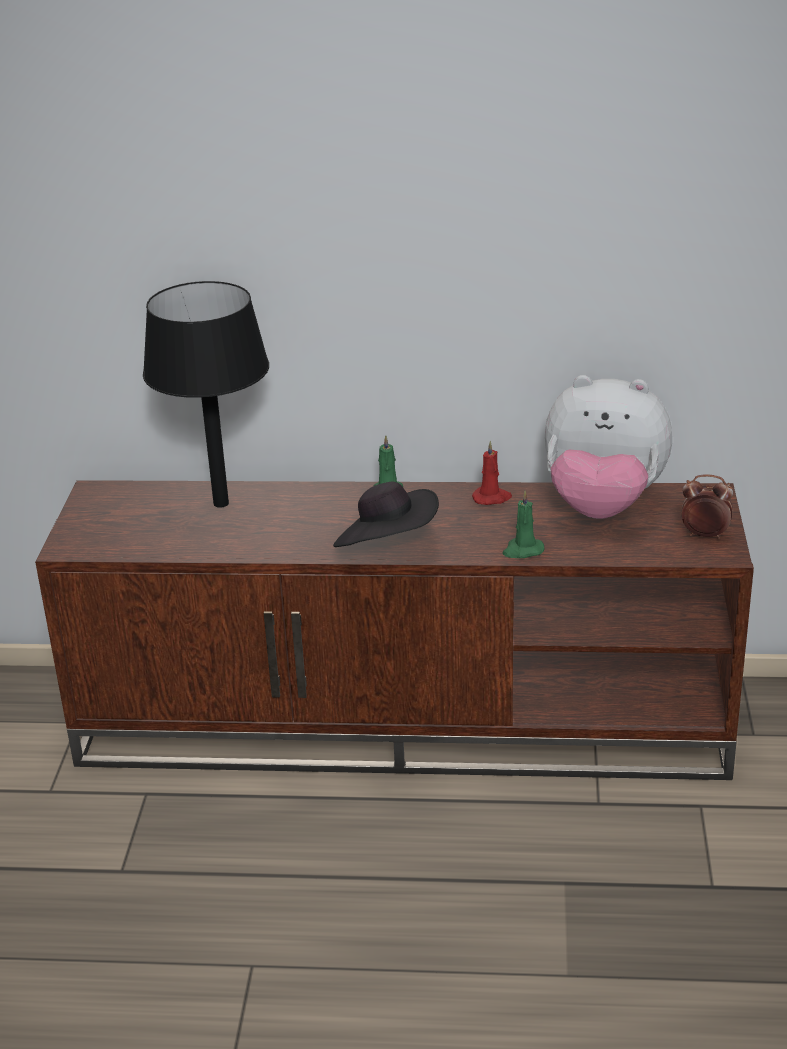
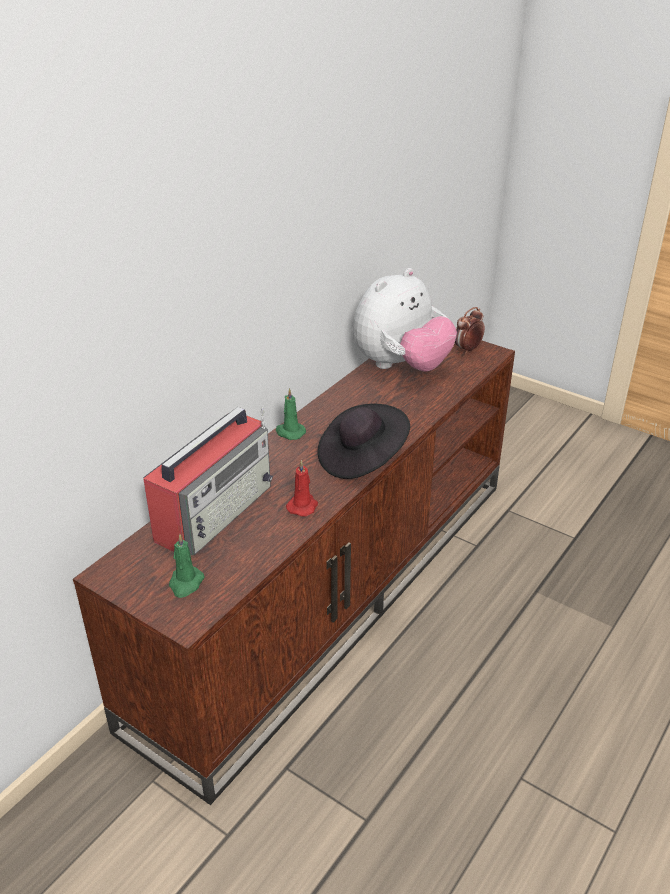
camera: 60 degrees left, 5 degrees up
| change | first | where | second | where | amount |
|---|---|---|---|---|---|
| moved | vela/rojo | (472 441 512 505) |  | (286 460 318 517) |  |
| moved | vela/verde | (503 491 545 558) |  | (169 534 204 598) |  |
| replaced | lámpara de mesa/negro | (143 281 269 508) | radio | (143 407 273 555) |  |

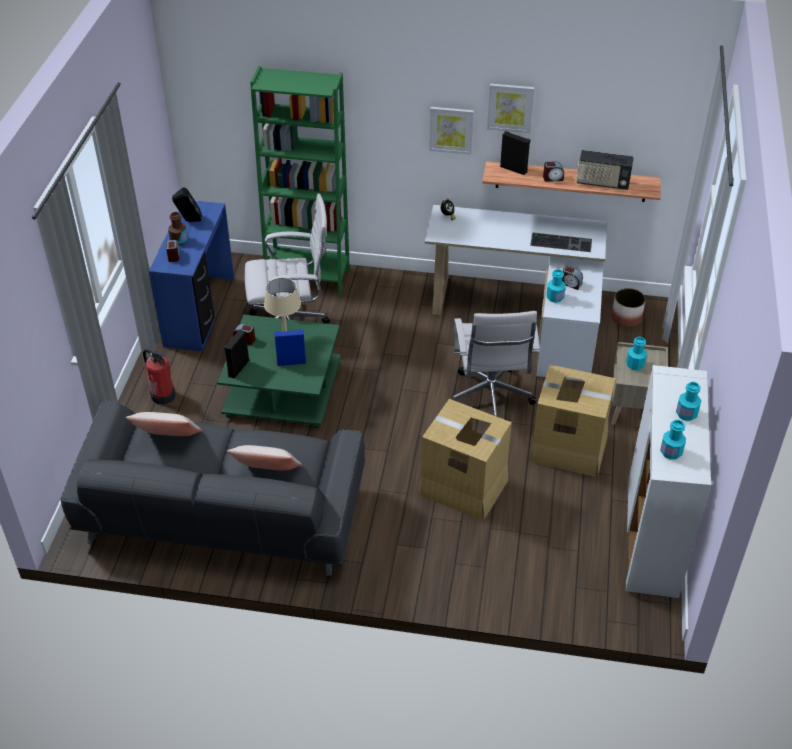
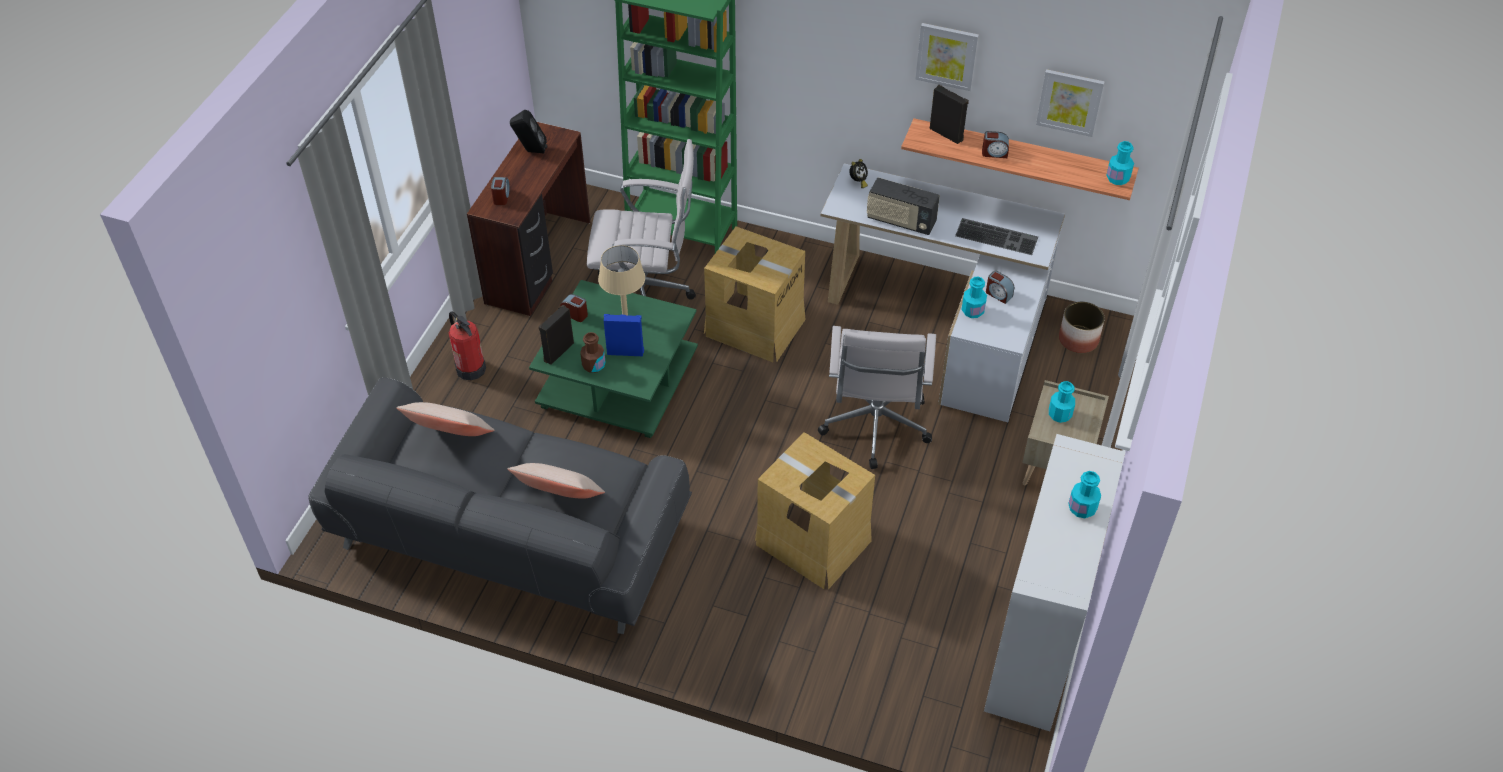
camera: 10 degrees right, 5 degrees up
| change | first | where | second | where | amount |
|---|---|---|---|---|---|
| moved | botella/marrón | (168 212 188 245) |  | (580 332 606 373) |  |
| moved | cuadro | (429 107 474 155) |  | (1036 69 1105 137) |  |
| moved | caja de cartón | (529 365 616 477) |  | (704 226 806 362) |  |
| moved | radio | (576 150 634 190) |  | (867 177 940 235) |  |
| moved | botella/turquesa | (660 420 686 459) |  | (1107 141 1134 185) |  |
| recoloured | escritorio/azul | (149 201 234 352) | escritorio/marrón | (467 122 590 316) |  |

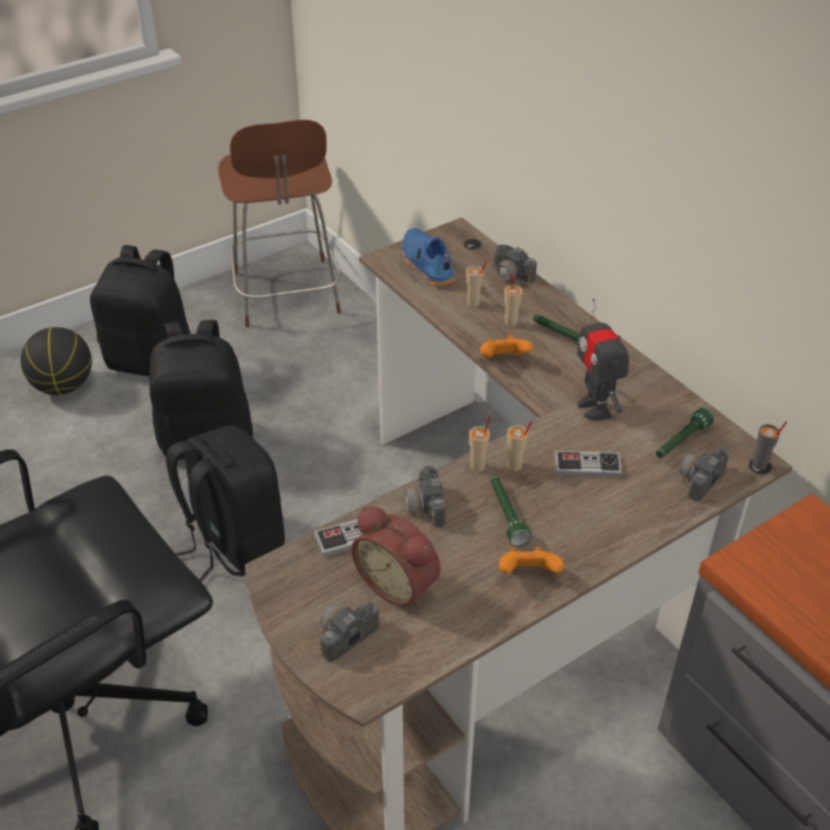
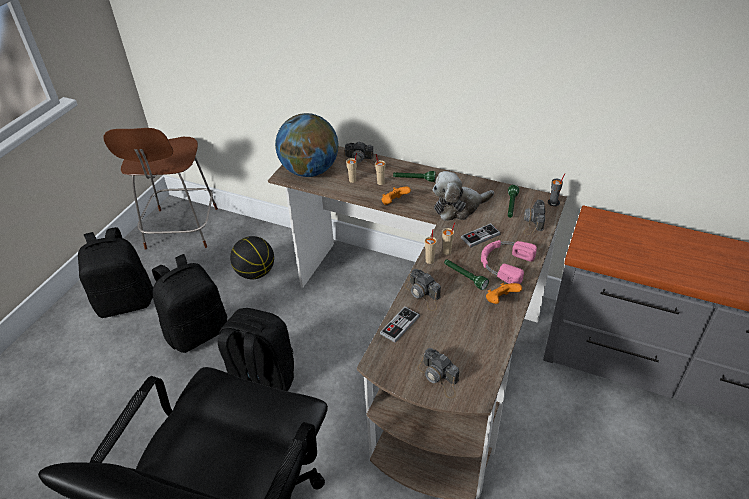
camera: 30 degrees left, 0 degrees up
| change | first | where | second | where | amount |
|---|---|---|---|---|---|
| removed | despertador | (351 506 441 608) |  |  |  |
| added |  |  | auriculares/rosa | (481 240 537 284) |  |
| moved | balón de baloncesto | (21 327 92 395) |  | (230 236 274 279) |  |
| replaced | zapato/azul | (402 228 455 286) | globo terráqueo | (275 113 338 177) |  |
| replaced | robot de juguete | (577 299 629 421) | peluche | (433 171 494 221) |  |
| turned | silla/marrón | (218 120 341 327) |  | (103 128 218 250) | 45 degrees clockwise |
| turned | cámara | (295 601 379 662) |  | (417 348 459 399) | 60 degrees counterclockwise |

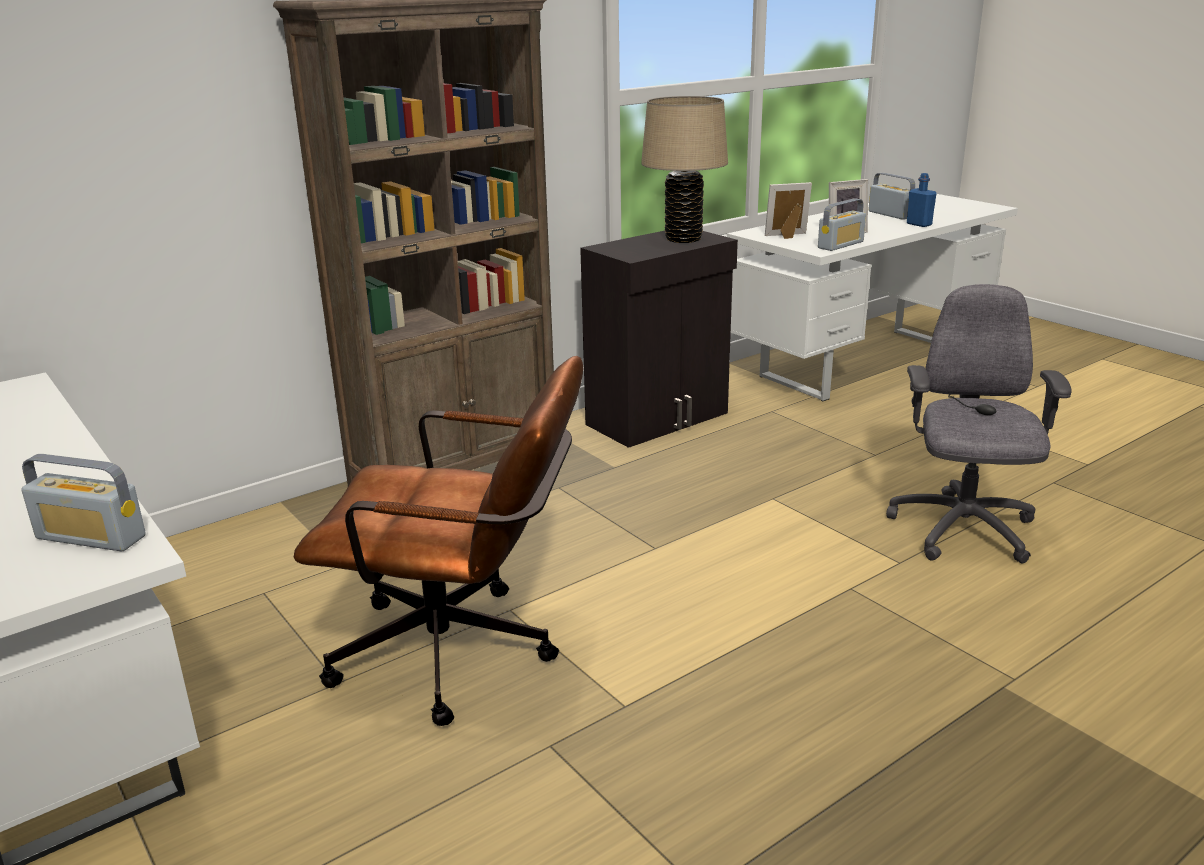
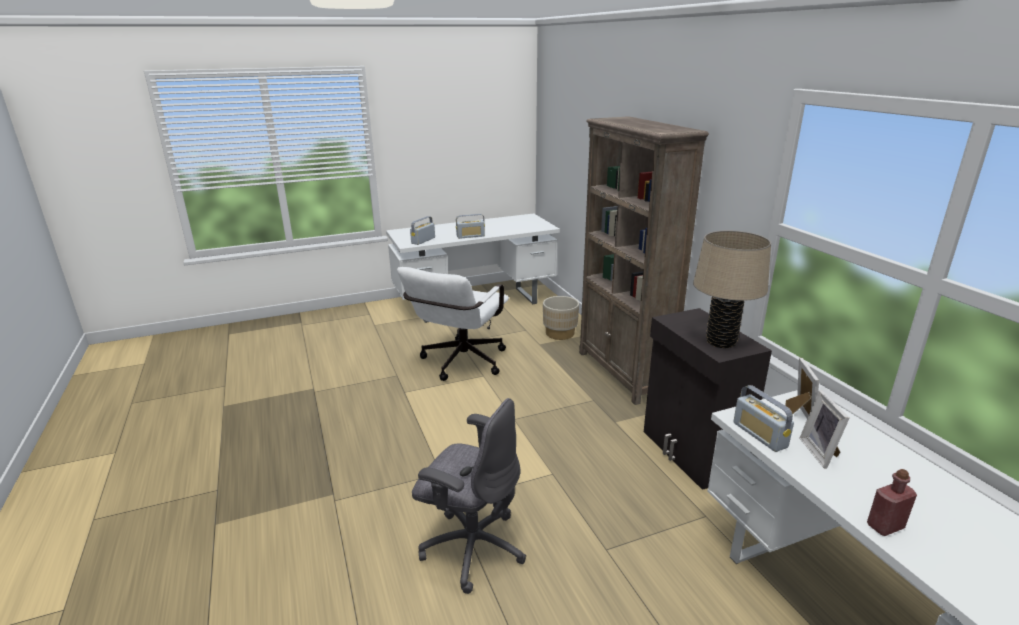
camera: 105 degrees right, 0 degrees up
| change | first | where | second | where | amount |
|---|---|---|---|---|---|
| added |  |  | maceta/beis | (543 296 579 340) |  |
| moved | radio | (868 173 915 220) |  | (456 214 485 239) |  |
| recoloured | silla de oficina/marrón | (294 356 583 726) | silla de oficina/blanco | (397 267 509 381) |  |
| recoloured | botella/azul | (907 173 937 227) | botella/rojo | (867 469 917 536) |  |

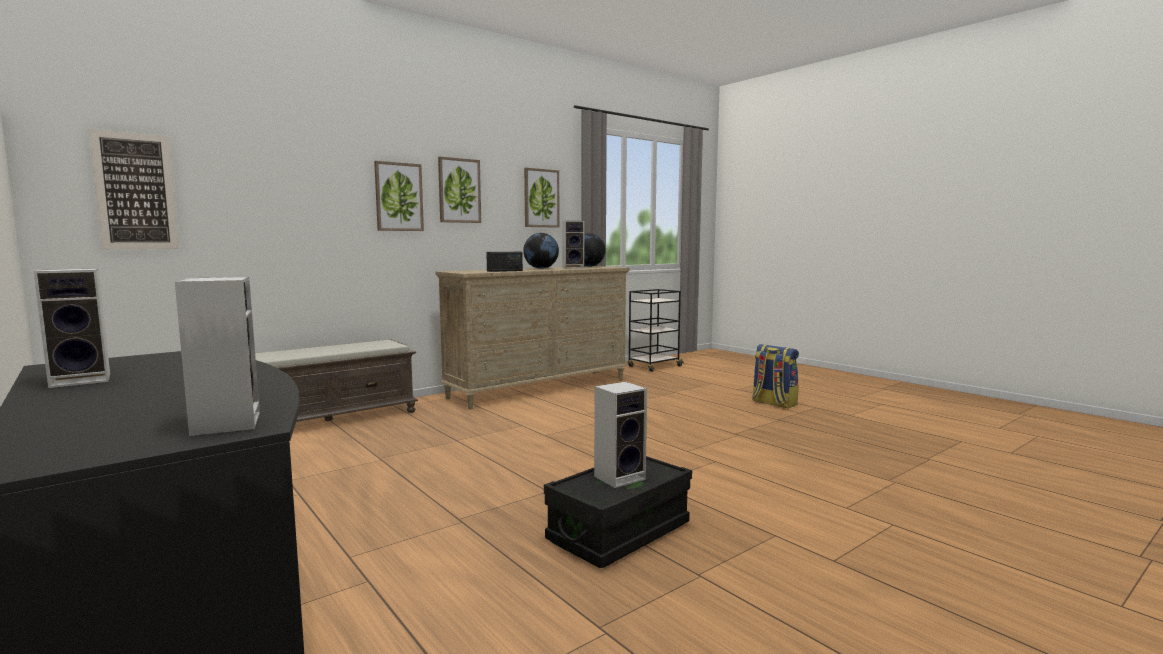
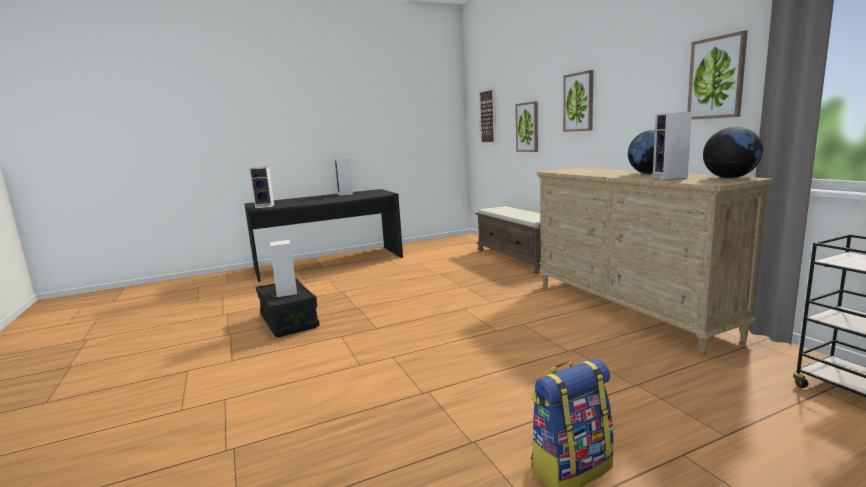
camera: 105 degrees right, 5 degrees up
| change | first | where | second | where | amount |
|---|---|---|---|---|---|
| removed | radio | (486 252 523 272) |  |  |  |
| moved | cuadro | (438 157 481 223) |  | (515 101 538 152) |  |

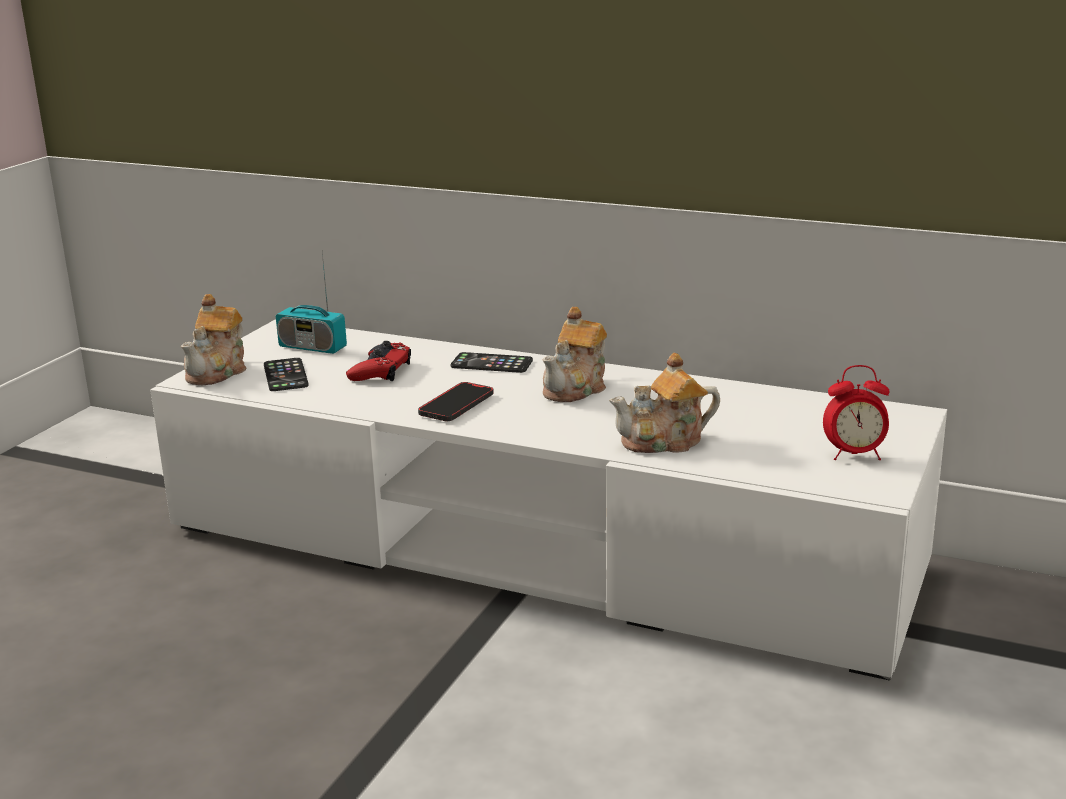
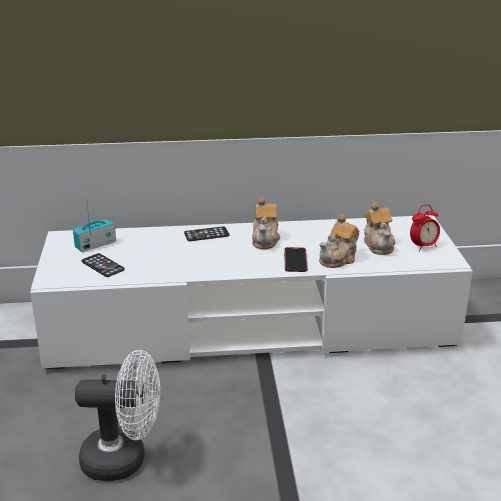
camera: 30 degrees left, 5 degrees up
| change | first | where | second | where | amount |
|---|---|---|---|---|---|
| removed | mando de consola/rojo | (346 341 411 381) |  |  |  |
| added |  |  | ventilador/blanco | (75 350 160 481) |  |
| moved | tetera | (181 294 247 385) |  | (364 202 396 255) |  |
| moved | móvil | (418 382 494 421) |  | (284 247 308 272) |  |
| turned | radio | (276 253 347 354) |  | (73 197 116 252) | 150 degrees clockwise |

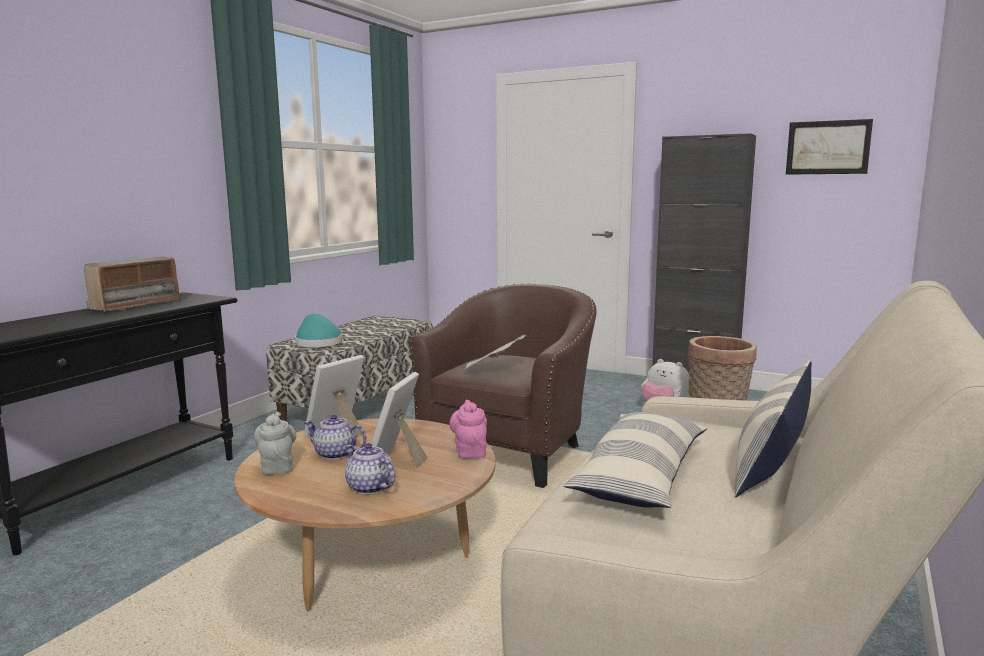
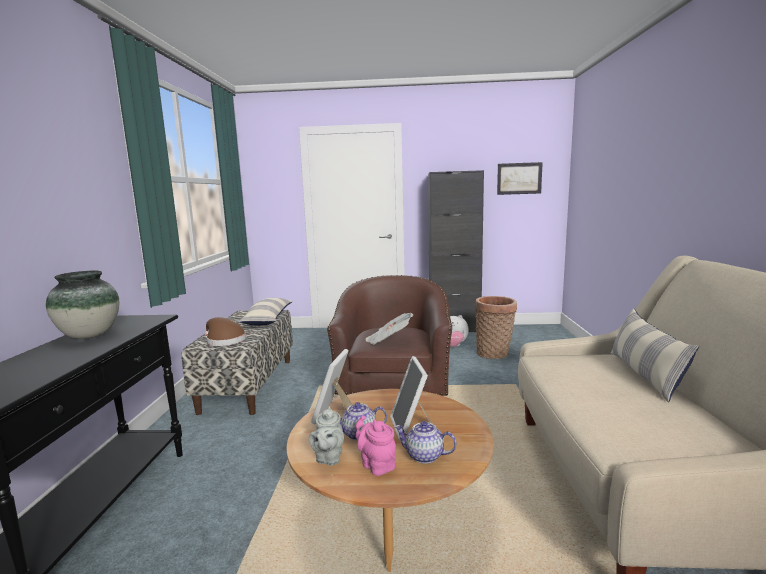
camera: 25 degrees left, 0 degrees up
| change | first | where | second | where | amount |
|---|---|---|---|---|---|
| moved | tetera/rosa | (449 400 487 459) |  | (356 415 396 476) |  |
| moved | cojín | (564 412 707 508) |  | (238 298 293 326) |  |
| replaced | radio | (84 257 182 312) | florero | (46 271 119 339) |  |
| recoloured | sombrero/turquesa | (295 314 342 347) | sombrero/marrón | (204 317 246 346) |  |
| turned | tetera/gris | (254 412 296 475) |  | (309 406 344 466) | 135 degrees counterclockwise |

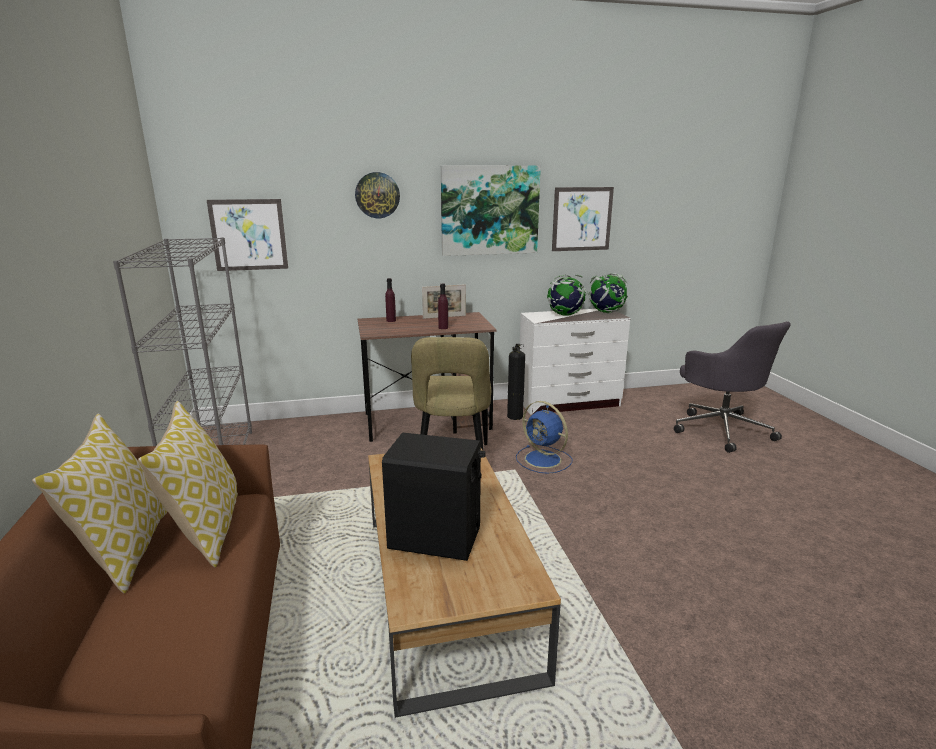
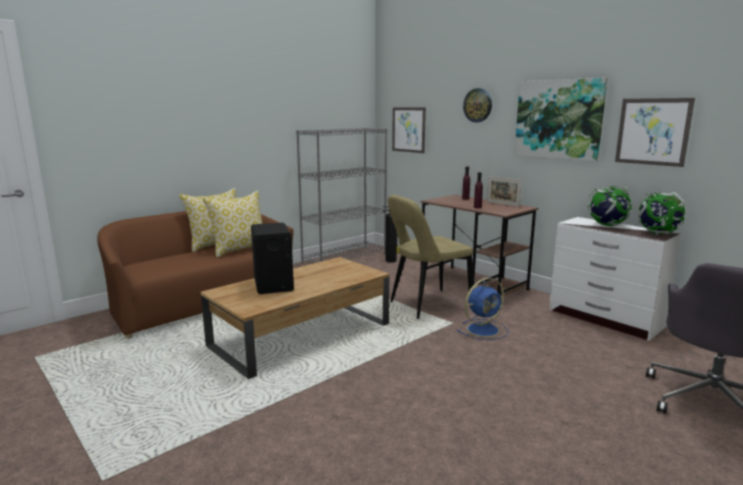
camera: 60 degrees right, 5 degrees down
| change | first | where | second | where | amount |
|---|---|---|---|---|---|
| moved | extintor | (507 344 525 420) |  | (383 206 399 263) |  |
| turned | ventilador/azul | (516 401 572 474) |  | (458 278 509 340) | 135 degrees counterclockwise |

